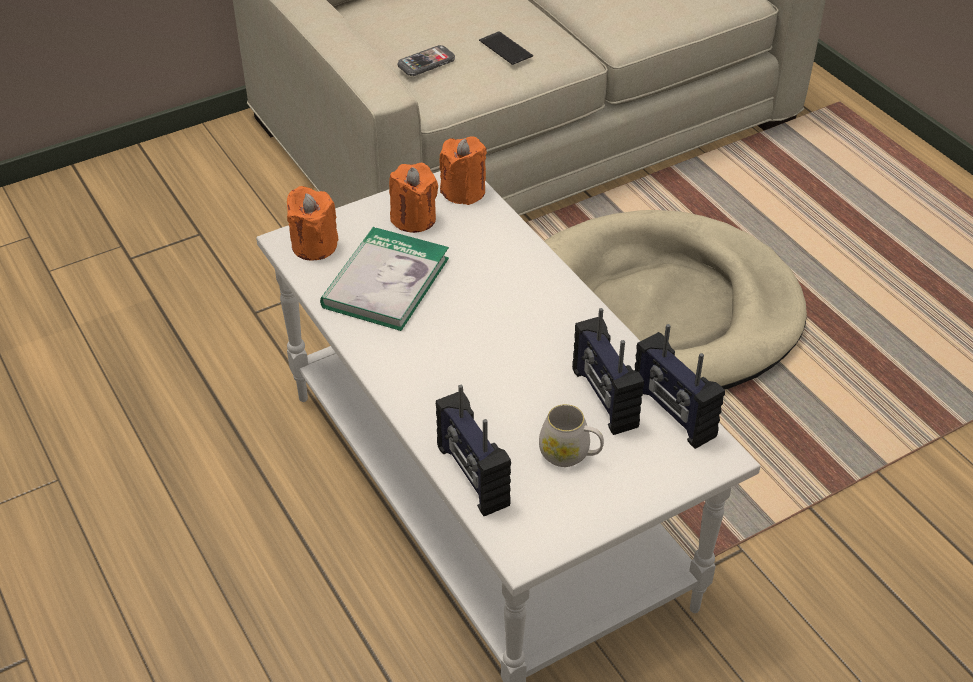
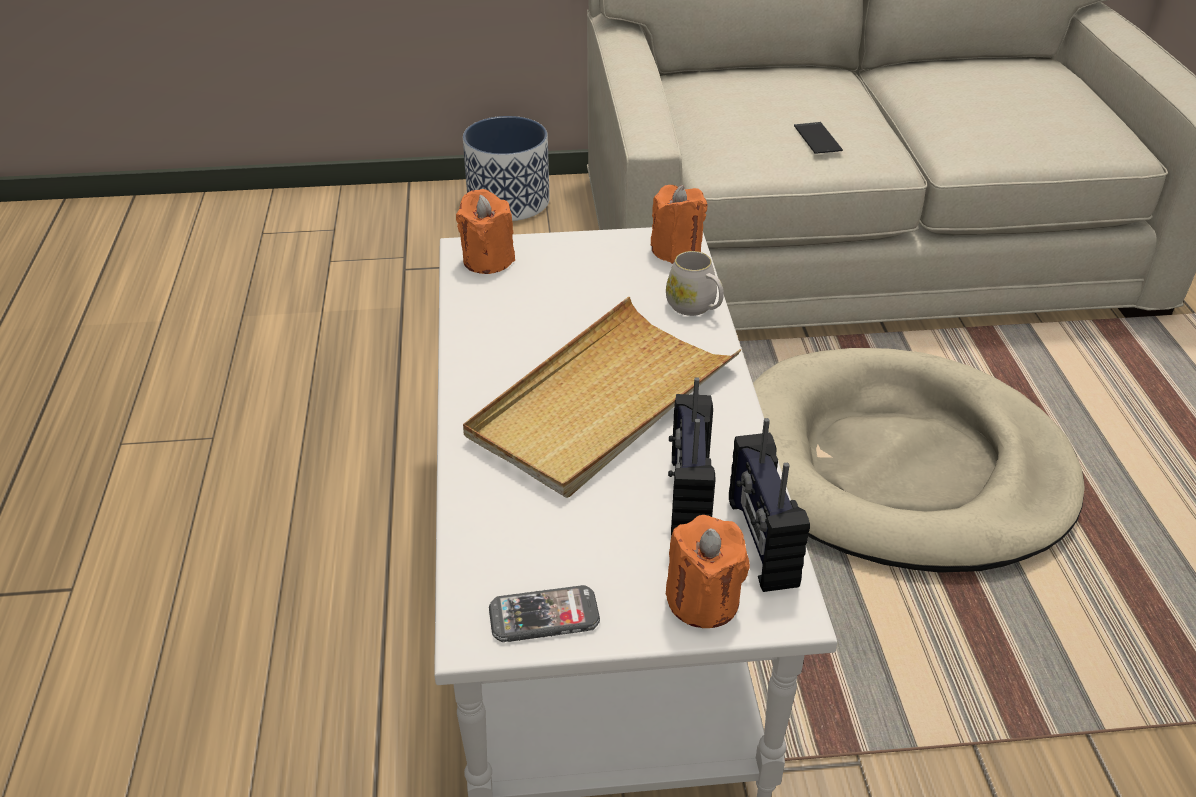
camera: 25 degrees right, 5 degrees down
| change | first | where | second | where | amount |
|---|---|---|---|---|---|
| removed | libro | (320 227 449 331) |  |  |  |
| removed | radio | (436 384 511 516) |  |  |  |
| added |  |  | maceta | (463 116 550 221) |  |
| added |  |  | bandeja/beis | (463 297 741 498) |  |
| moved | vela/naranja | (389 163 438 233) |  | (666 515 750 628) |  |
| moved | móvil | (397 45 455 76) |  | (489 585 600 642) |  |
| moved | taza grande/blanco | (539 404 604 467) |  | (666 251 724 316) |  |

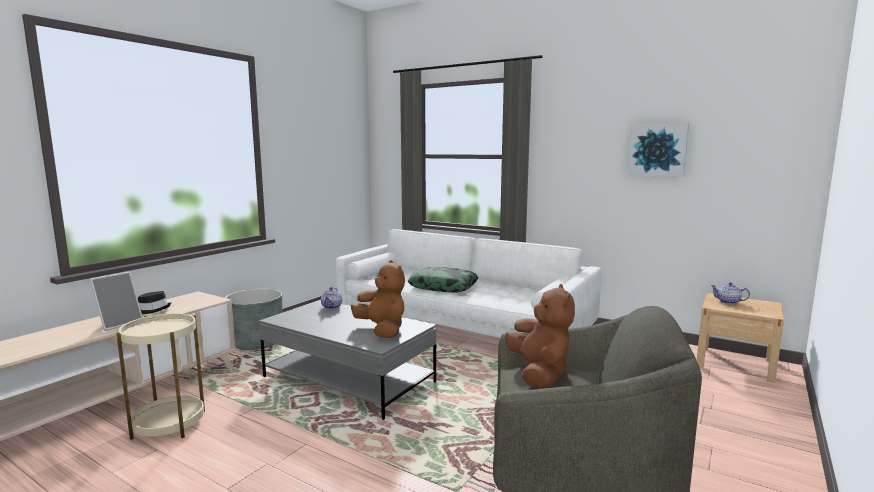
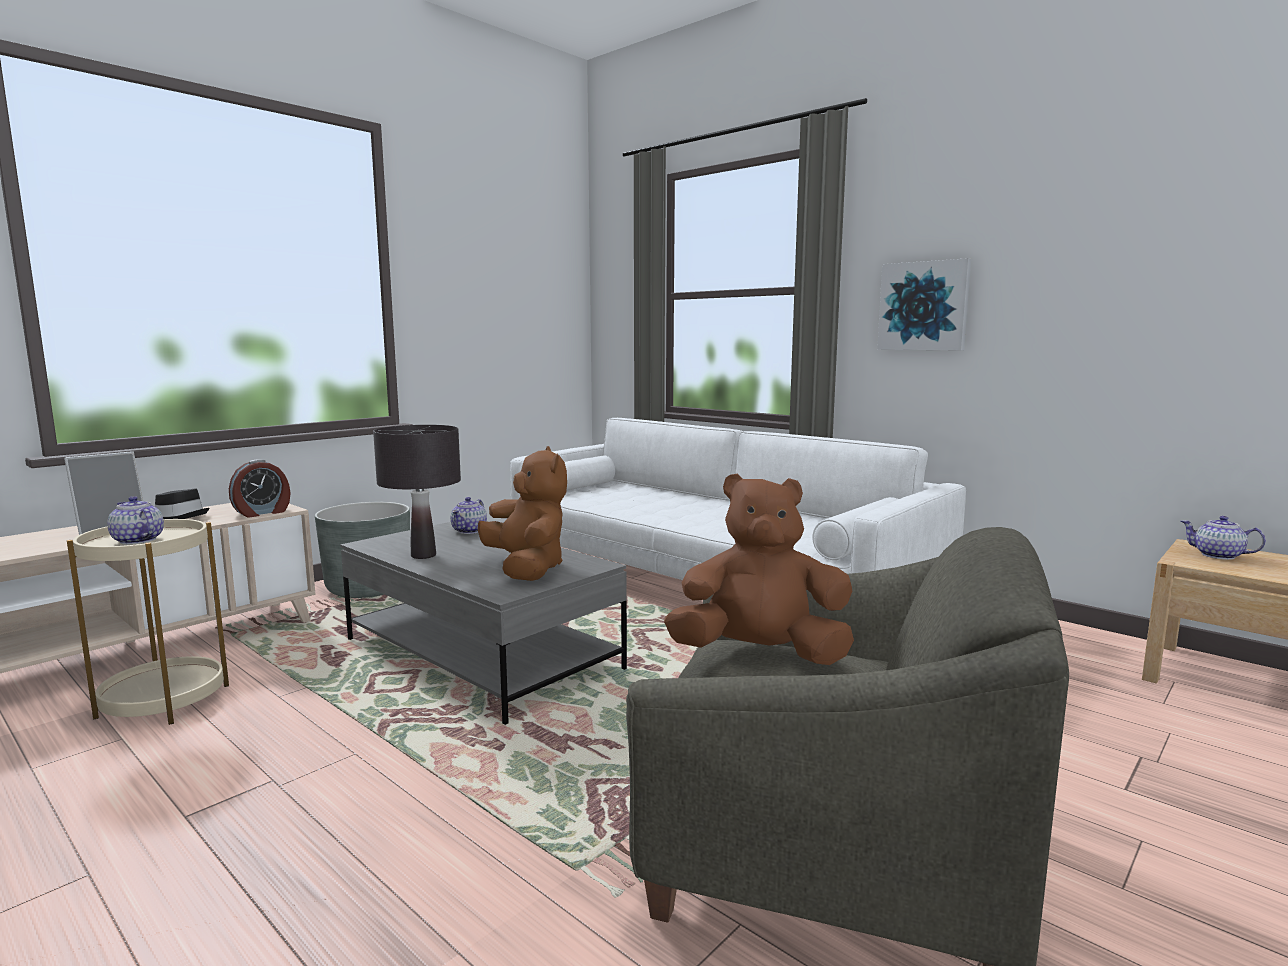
camera: 10 degrees right, 0 degrees up
| change | first | where | second | where | amount |
|---|---|---|---|---|---|
| removed | cojín | (408 267 478 293) |  |  |  |
| added |  |  | tetera | (107 496 164 545) |  |
| added |  |  | despertador | (229 459 290 518) |  |
| added |  |  | lámpara de mesa/negro | (373 425 461 559) |  |
| moved | cuadro | (628 123 689 177) |  | (877 258 971 351) |  |
| turned | peluche/marrón | (505 284 575 389) |  | (664 474 854 665) | 90 degrees counterclockwise |

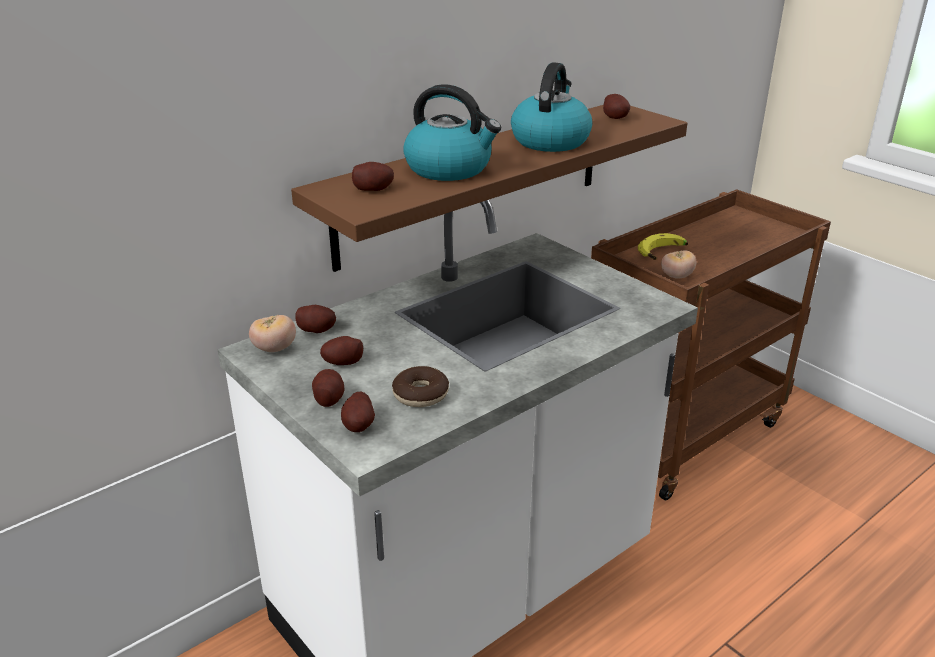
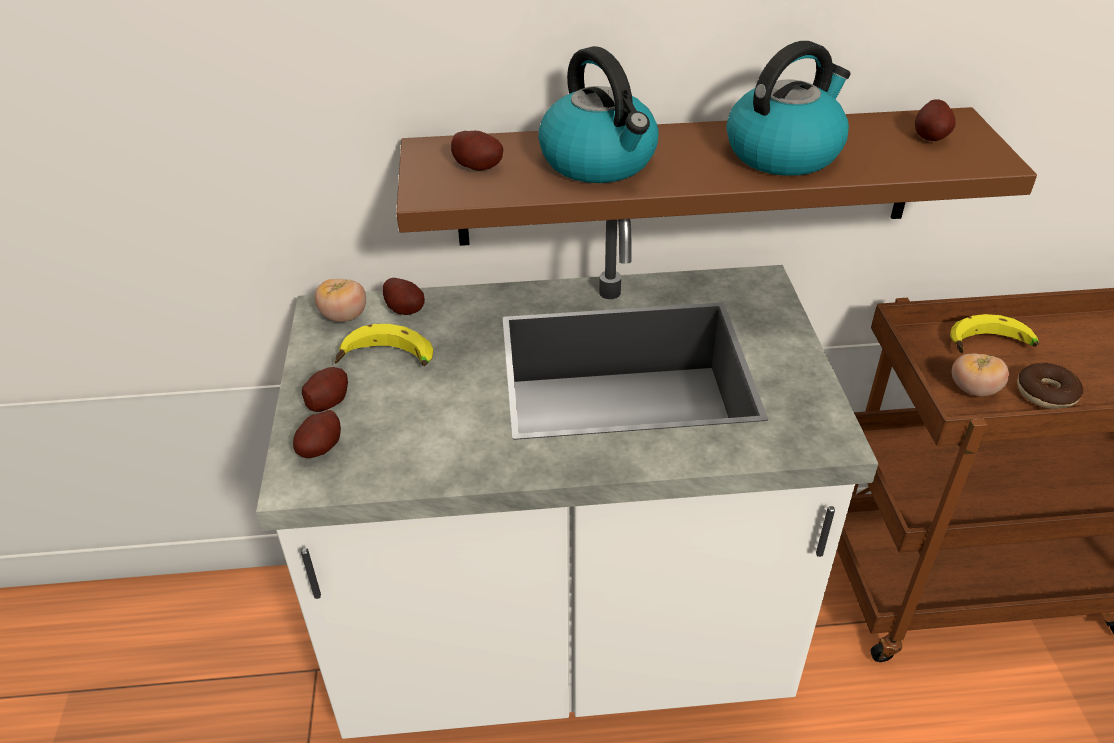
camera: 35 degrees right, 10 degrees up
| change | first | where | second | where | amount |
|---|---|---|---|---|---|
| moved | rosquilla | (392 366 449 407) |  | (1017 363 1083 409) |  |
| replaced | patata | (320 336 363 365) | plátano | (335 324 433 366) |  |

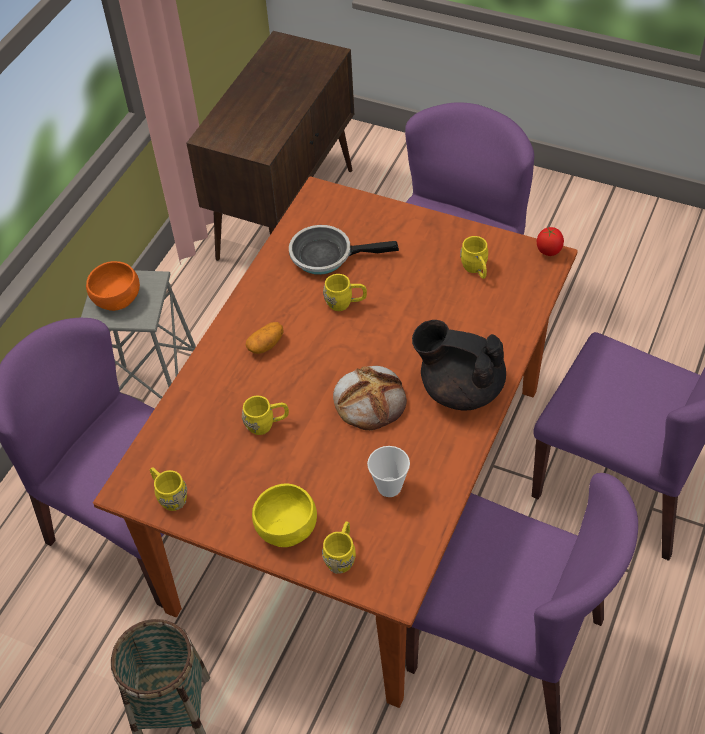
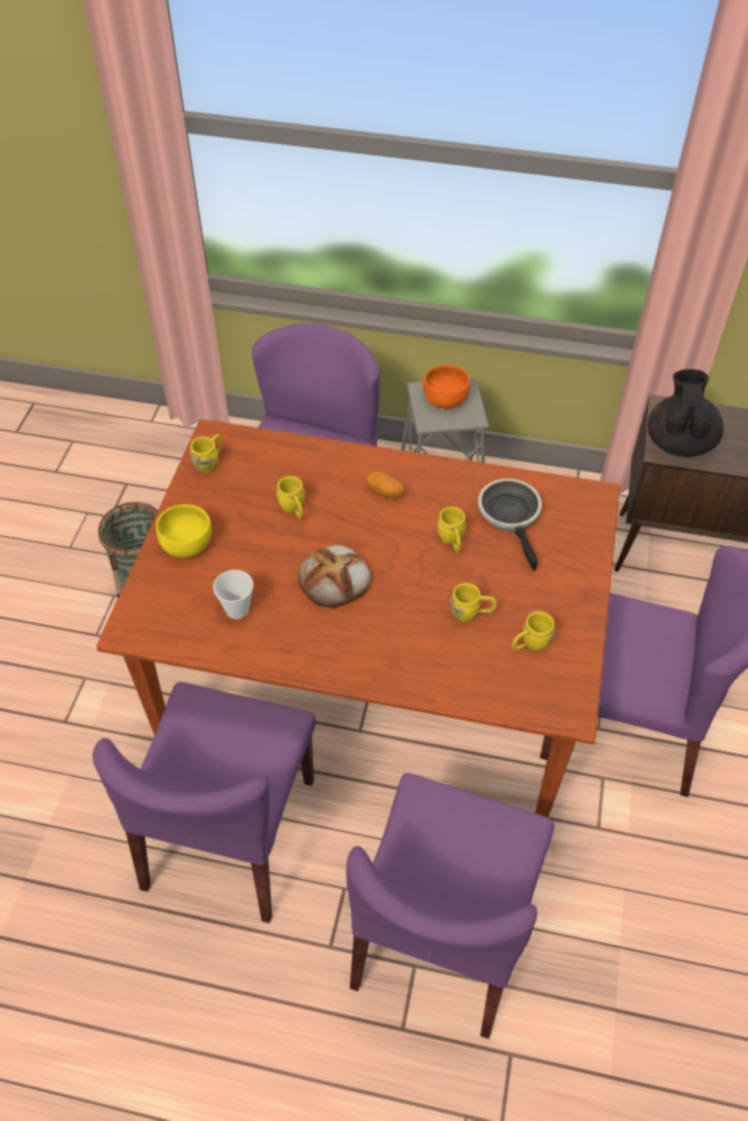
camera: 75 degrees right, 0 degrees up
| change | first | where | second | where | amount |
|---|---|---|---|---|---|
| removed | tomate | (537 227 564 256) |  |  |  |
| moved | taza grande/amarillo | (322 521 356 574) |  | (450 583 497 622) |  |
| moved | tetera/negro | (412 320 506 410) |  | (648 369 724 457) |  |

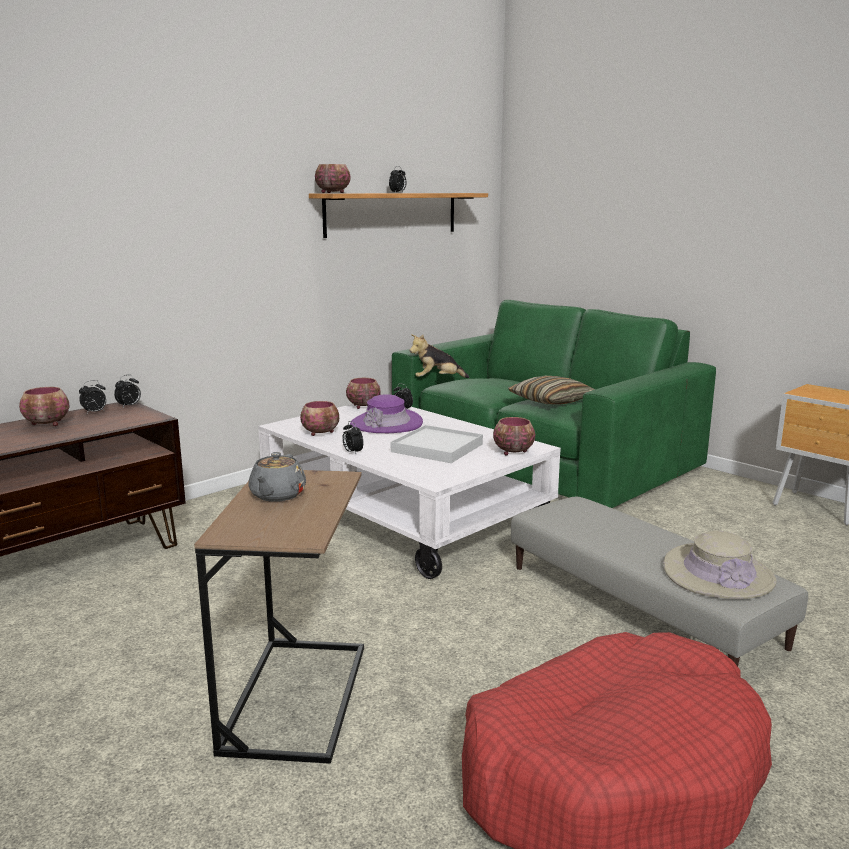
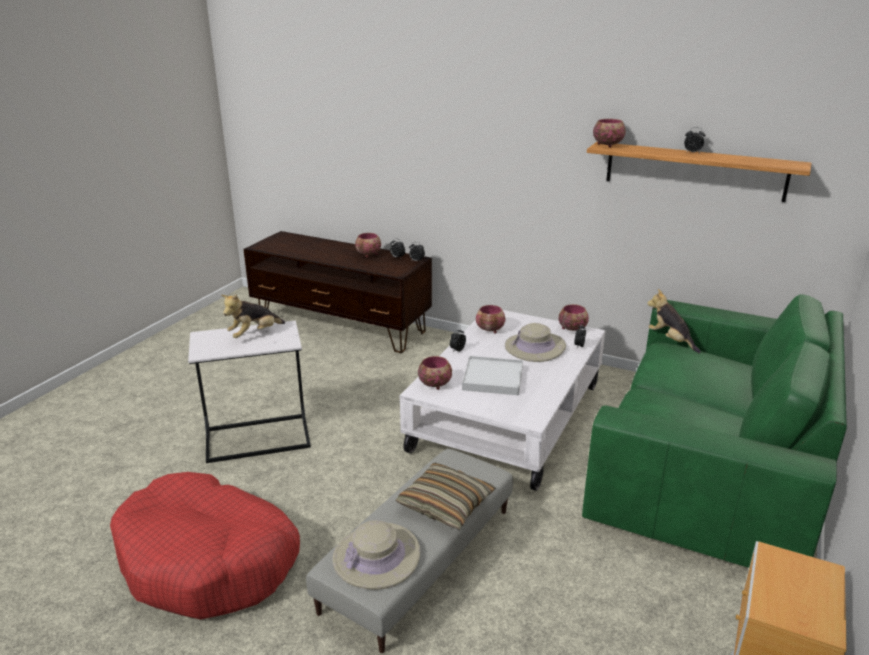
camera: 70 degrees right, 10 degrees up
| change | first | where | second | where | amount |
|---|---|---|---|---|---|
| moved | cuenco | (493 417 535 455) |  | (418 356 452 390) |  |
| moved | cojín | (508 376 595 405) |  | (395 463 496 530) |  |
| replaced | tetera/gris | (248 452 306 502) | peluche | (221 294 285 338) |  |
| recoloured | mesa auxiliar/marrón | (194 470 364 764) | mesa auxiliar/blanco | (188 320 311 463) |  |
| recoloured | sombrero/morado | (350 394 423 433) | sombrero/beis | (505 323 566 362) |  |

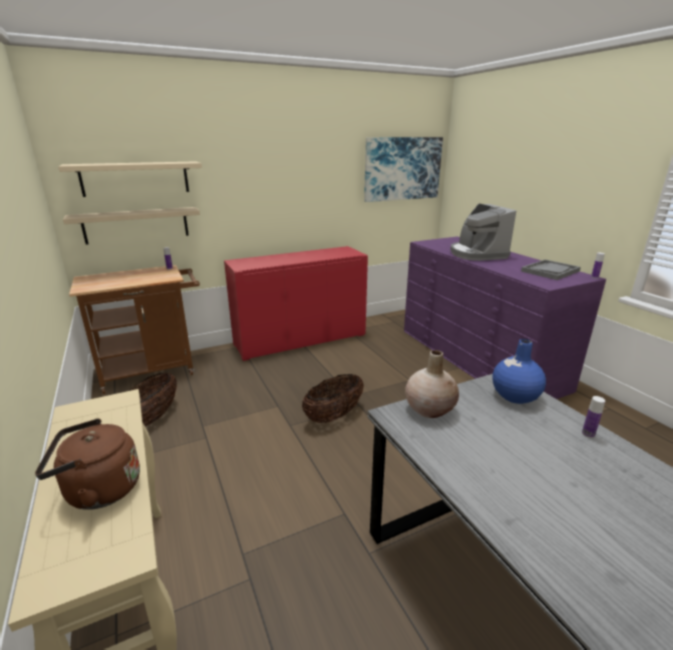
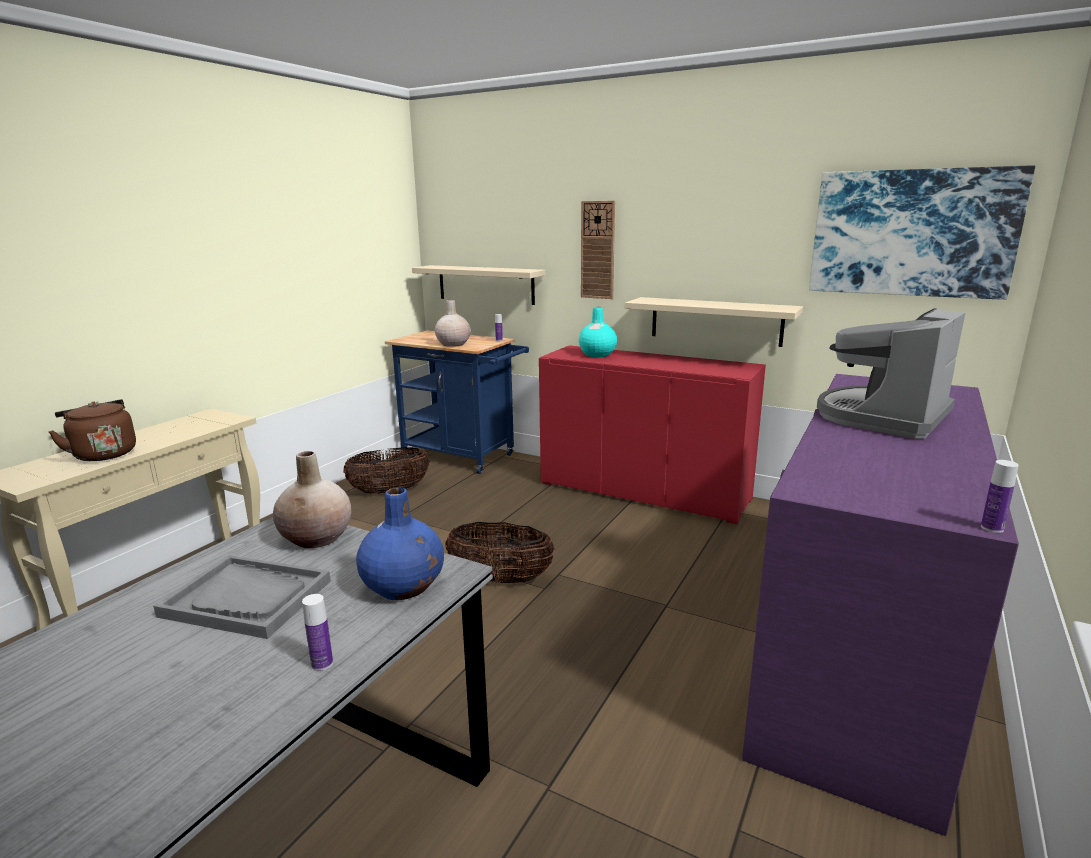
camera: 55 degrees right, 5 degrees down
| change | first | where | second | where | amount |
|---|---|---|---|---|---|
| added |  |  | florero/beis | (435 300 471 347) |  |
| added |  |  | florero/turquesa | (579 307 617 357) |  |
| added |  |  | reloj de pared | (581 201 615 299) |  |
| moved | estante/beis | (58 161 202 197) |  | (625 297 803 347) |  |
| moved | bandeja/gris | (521 260 581 280) |  | (153 555 331 639) |  |
| recoloured | carrito/marrón | (69 265 200 394) | carrito/azul | (385 330 529 474) |  |

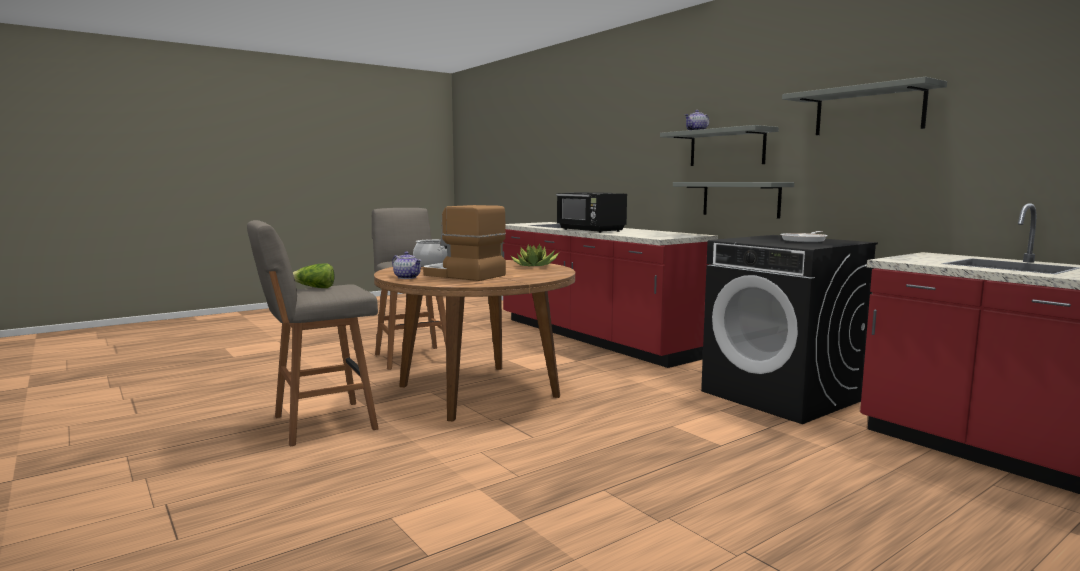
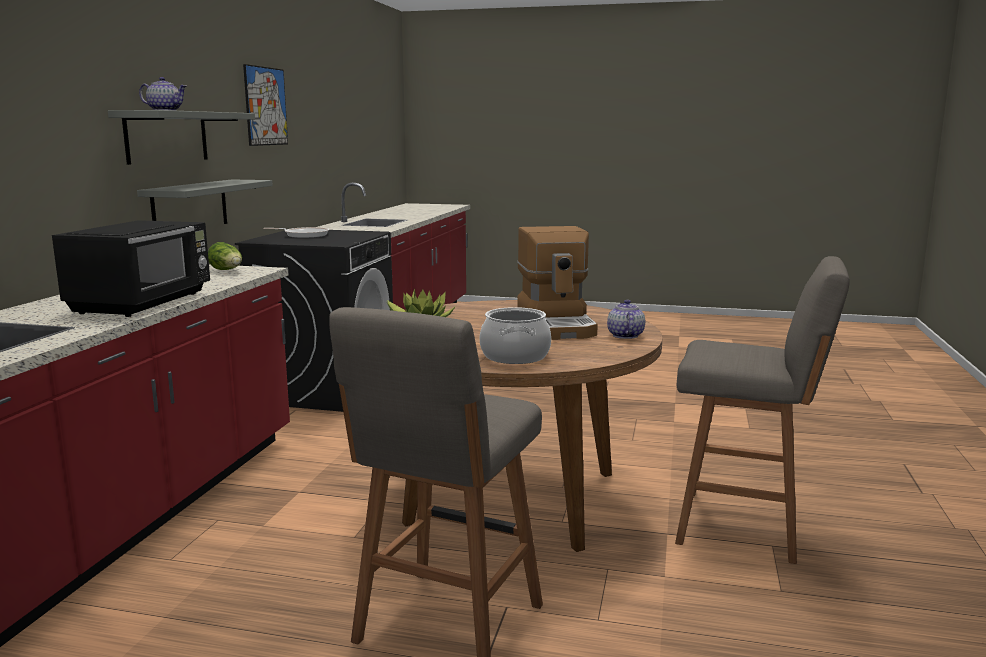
camera: 130 degrees left, 5 degrees up
| change | first | where | second | where | amount |
|---|---|---|---|---|---|
| moved | lechuga | (293 264 335 288) |  | (208 242 242 270) |  |
| replaced | estante/gris | (782 77 947 135) | cuadro | (243 64 288 146) |  |

